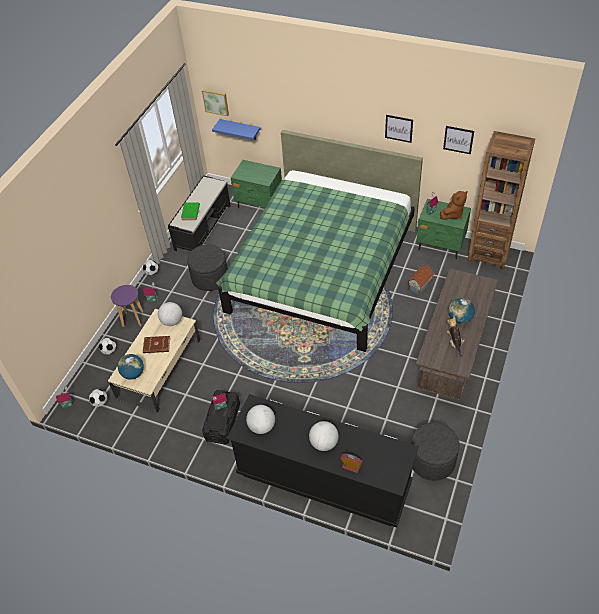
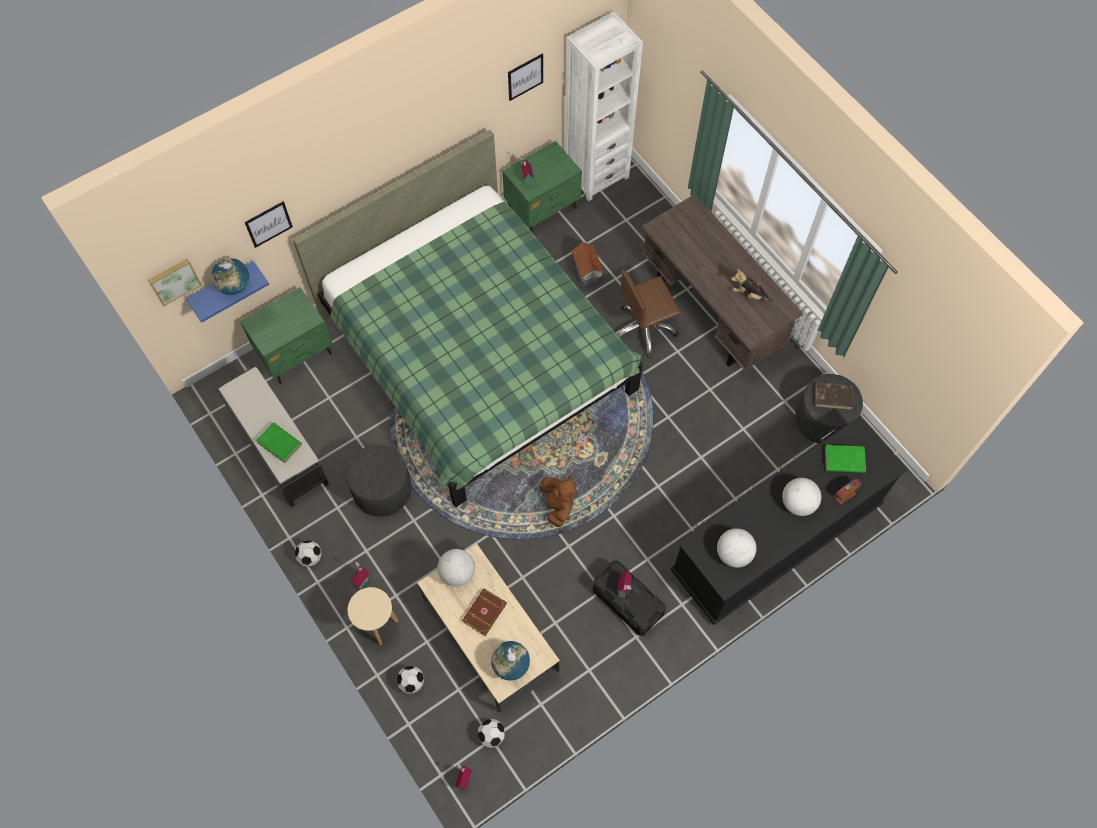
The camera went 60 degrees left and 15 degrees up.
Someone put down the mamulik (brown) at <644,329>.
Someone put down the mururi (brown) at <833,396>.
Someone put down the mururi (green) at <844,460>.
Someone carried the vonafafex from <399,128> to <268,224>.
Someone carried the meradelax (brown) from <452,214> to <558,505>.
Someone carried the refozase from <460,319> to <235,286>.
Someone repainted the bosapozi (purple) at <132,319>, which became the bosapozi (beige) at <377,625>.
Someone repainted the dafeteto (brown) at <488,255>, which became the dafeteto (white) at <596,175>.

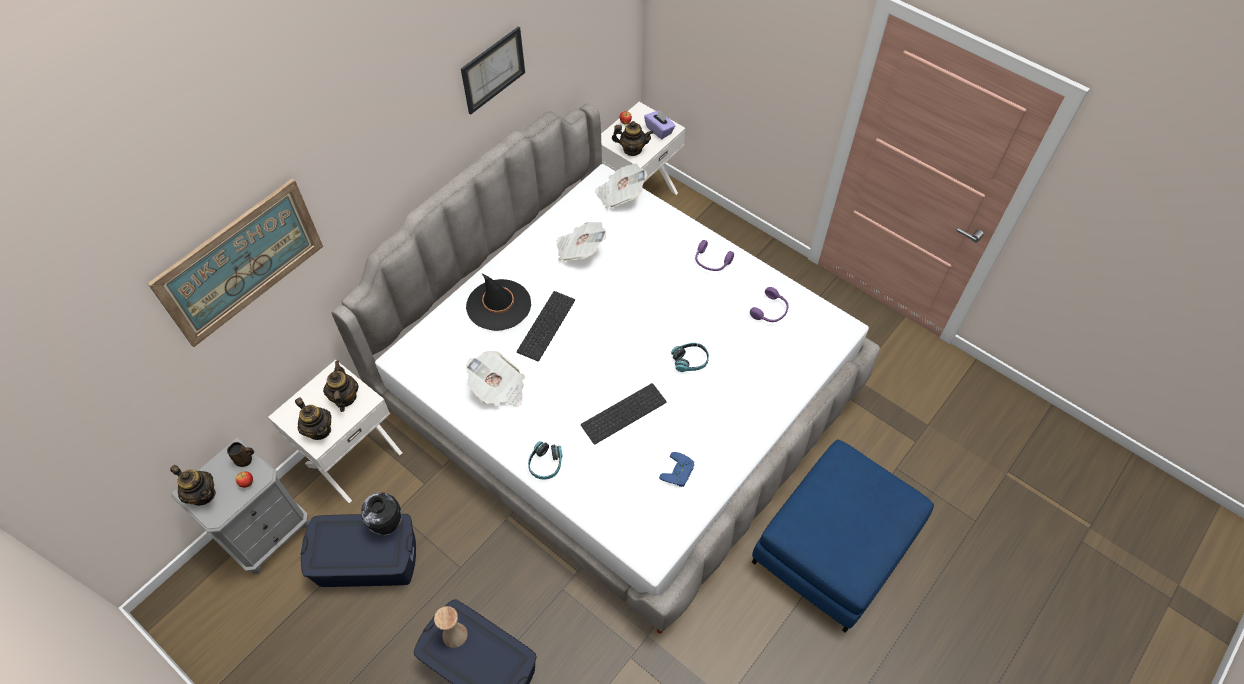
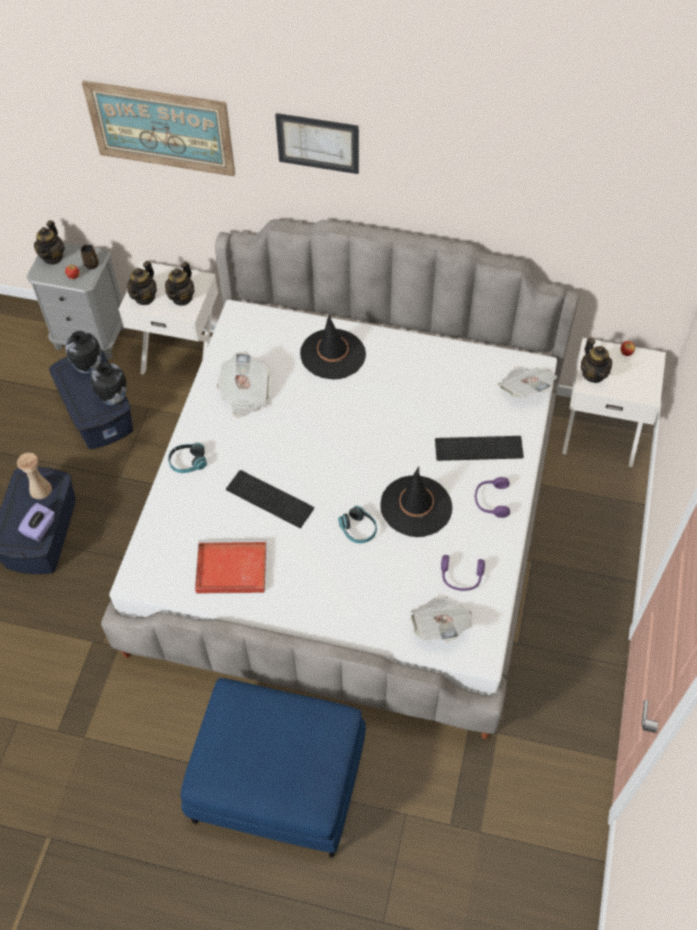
The camera went 65 degrees right and 0 degrees up.
Someone put down the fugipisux at <88,368>.
Someone put down the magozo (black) at <416,506>.
Someone carried the vonafafex from <493,70> to <318,143>.
Someone carried the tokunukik from <545,324> to <479,447>.
Someone carried the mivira from <580,250> to <440,625>.
Someone carried the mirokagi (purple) from <659,130> to <40,528>.
Someone swapped the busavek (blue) at <679,472> for the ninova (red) at <230,569>.
Someone rotated the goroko at <345,397> by 150 degrees clockwise.

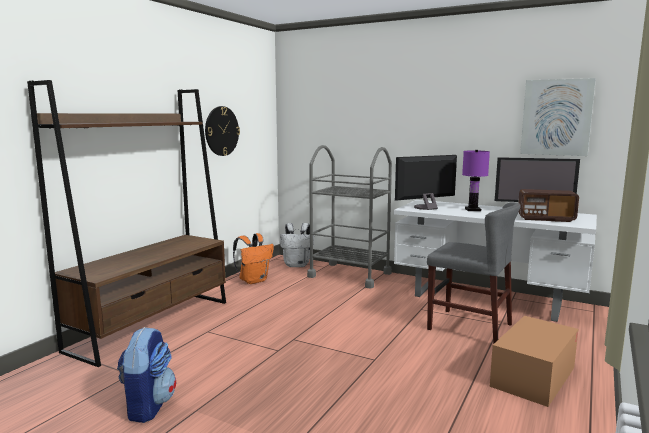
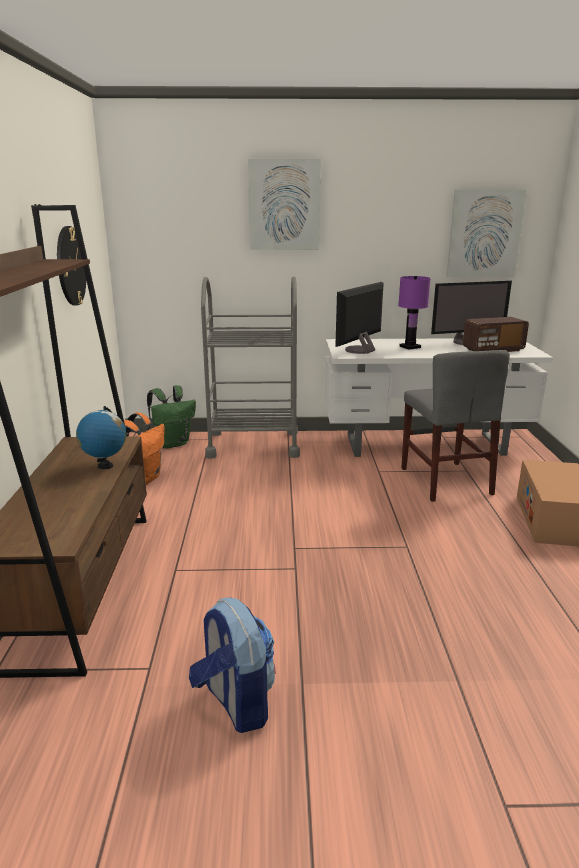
The camera went 30 degrees left and 10 degrees up.
Someone put down the refozase at <105,466>.
Someone put up the vonafafex at <284,205>.
Someone repainted the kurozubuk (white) at <297,265>, which became the kurozubuk (green) at <172,443>.
Someone rotated the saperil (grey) at <469,327> by 75 degrees clockwise.

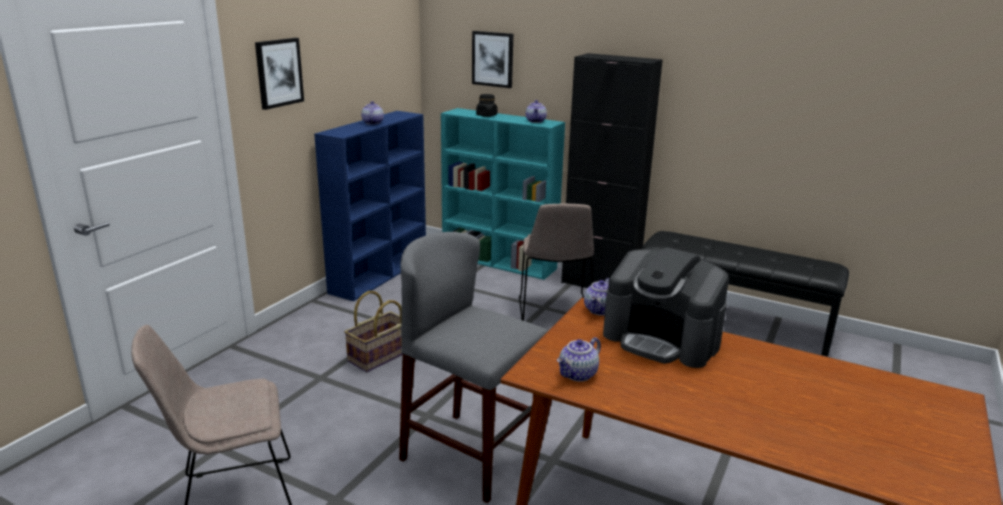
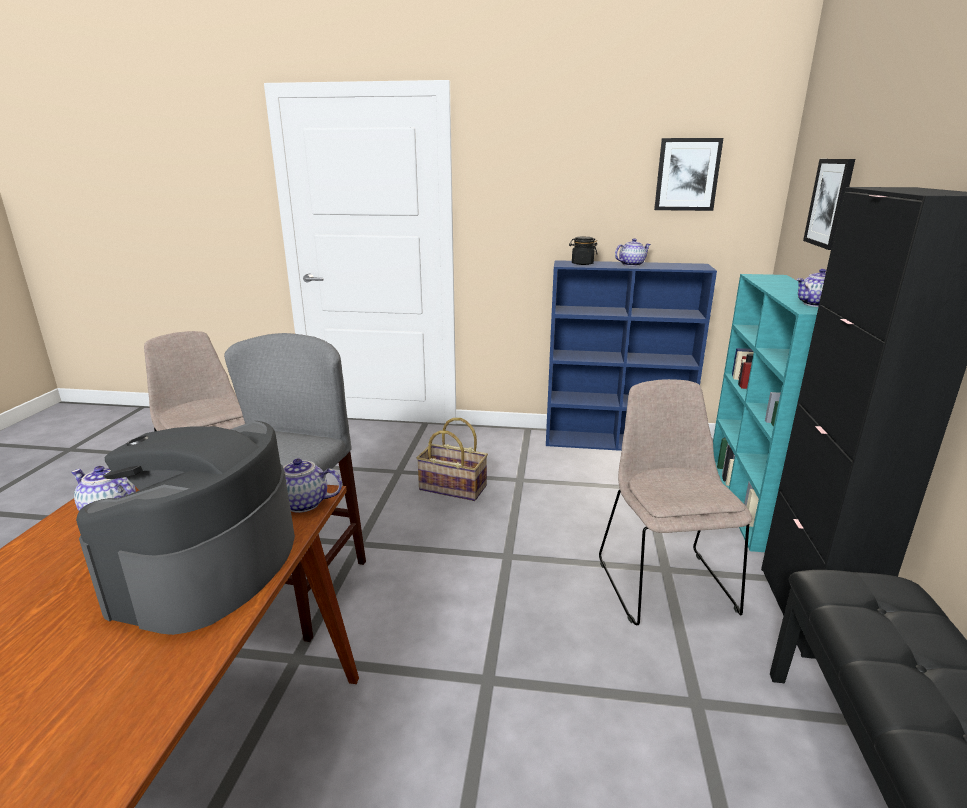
The camera went 70 degrees right and 0 degrees up.
Someone carried the vonafafex from <279,73> to <687,174>.
Someone carried the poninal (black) from <486,115> to <582,263>.
Someone rotated the saperil (beige) at <554,311> by 105 degrees clockwise.

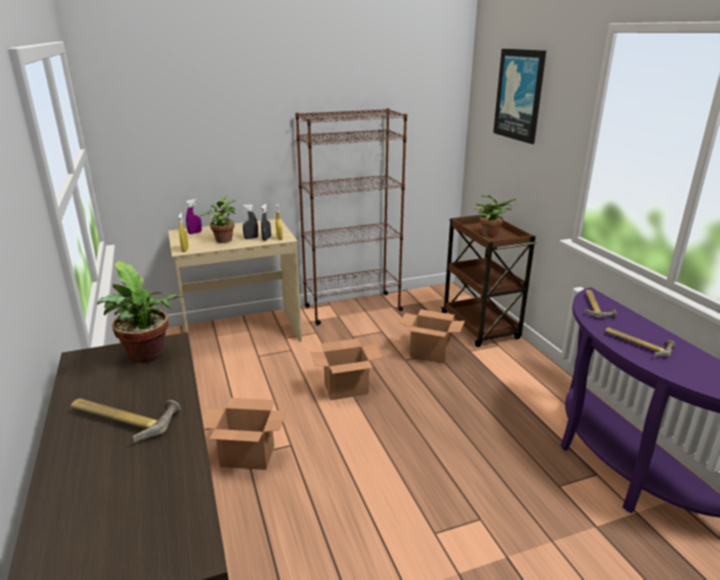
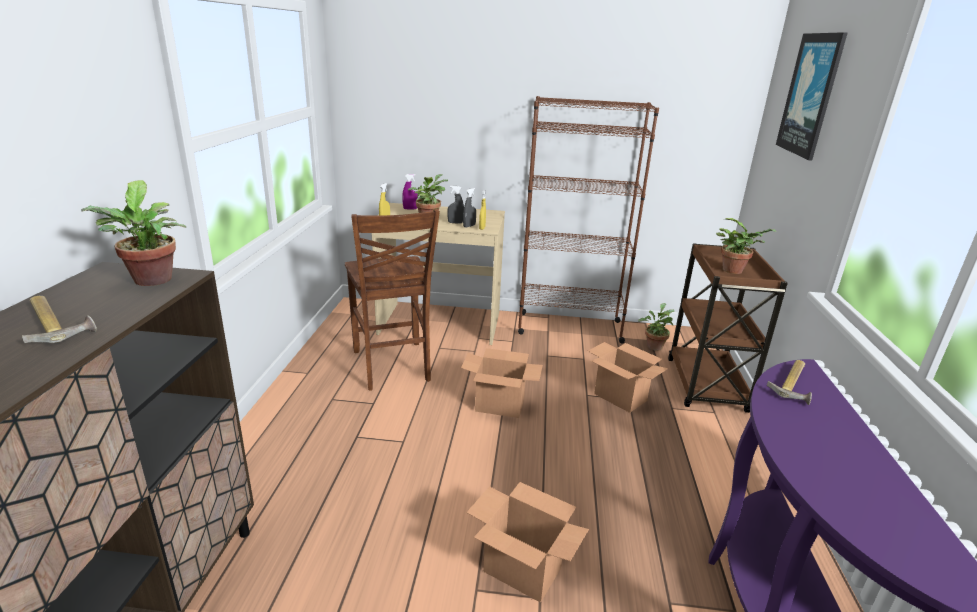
The camera went 25 degrees right and 0 degrees up.
Someone took away the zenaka at <637,344>.
Someone put down the saperil (brown) at <392,366>.
Someone put down the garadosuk at <654,345>.
Someone carried the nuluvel from <247,456> to <521,570>.

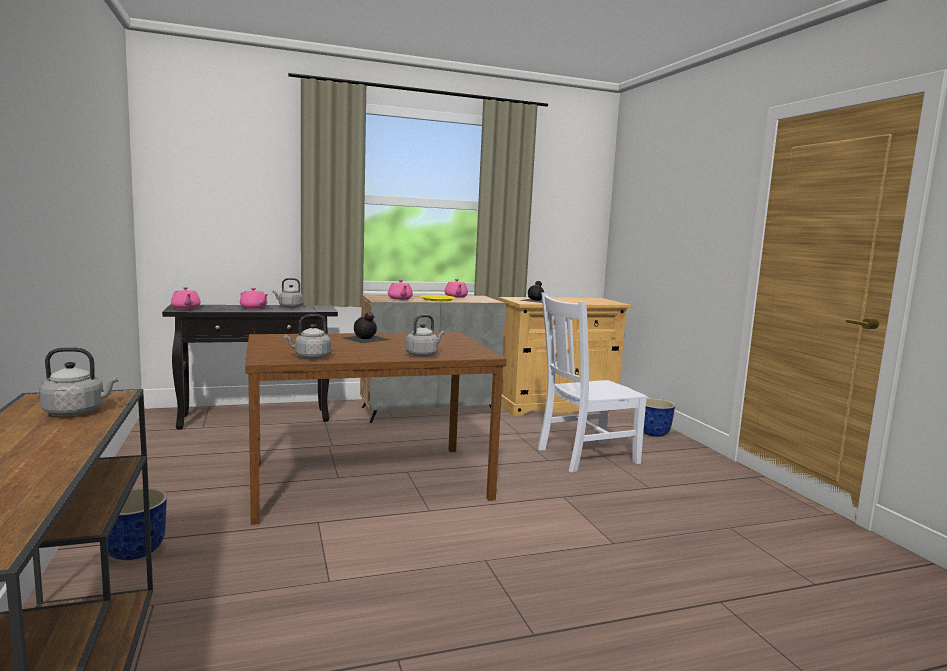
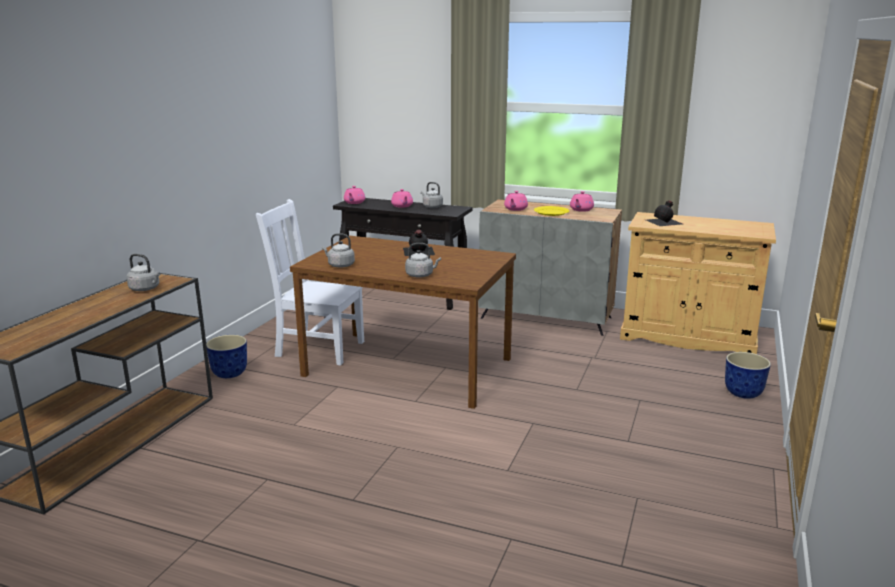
The camera went 40 degrees right and 10 degrees up.
Someone carried the saperil (white) from <584,456> to <317,348>.

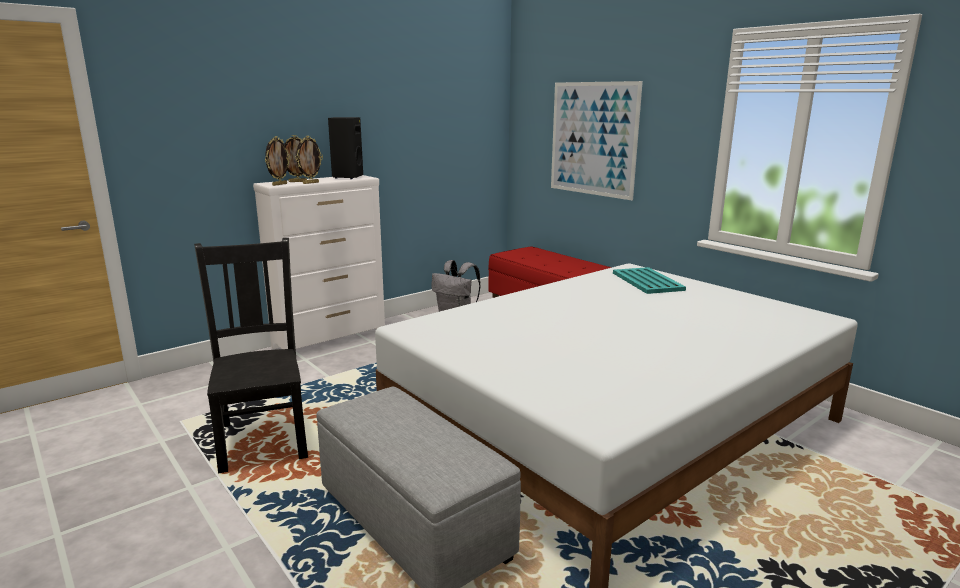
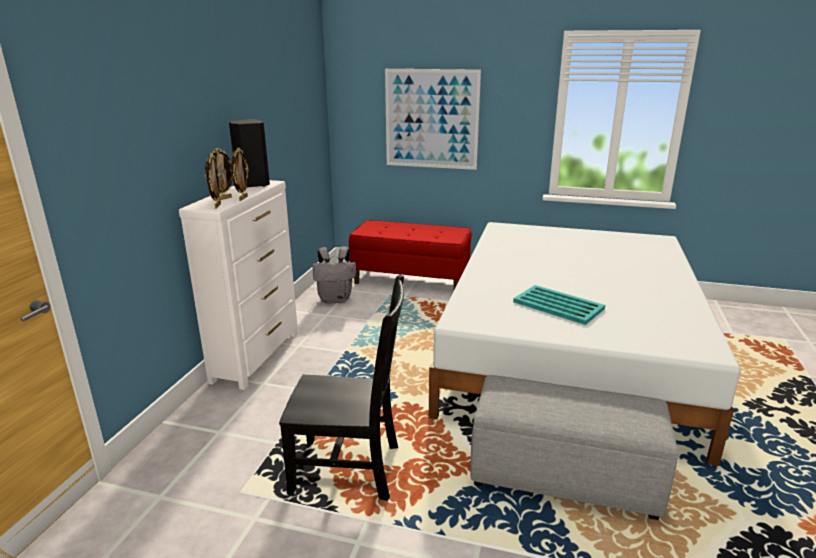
The camera went 35 degrees left and 5 degrees up.
Someone carried the ninova (turquoise) from <647,281> to <557,305>.
Someone rotated the saperil (black) at <264,438> by 150 degrees clockwise.

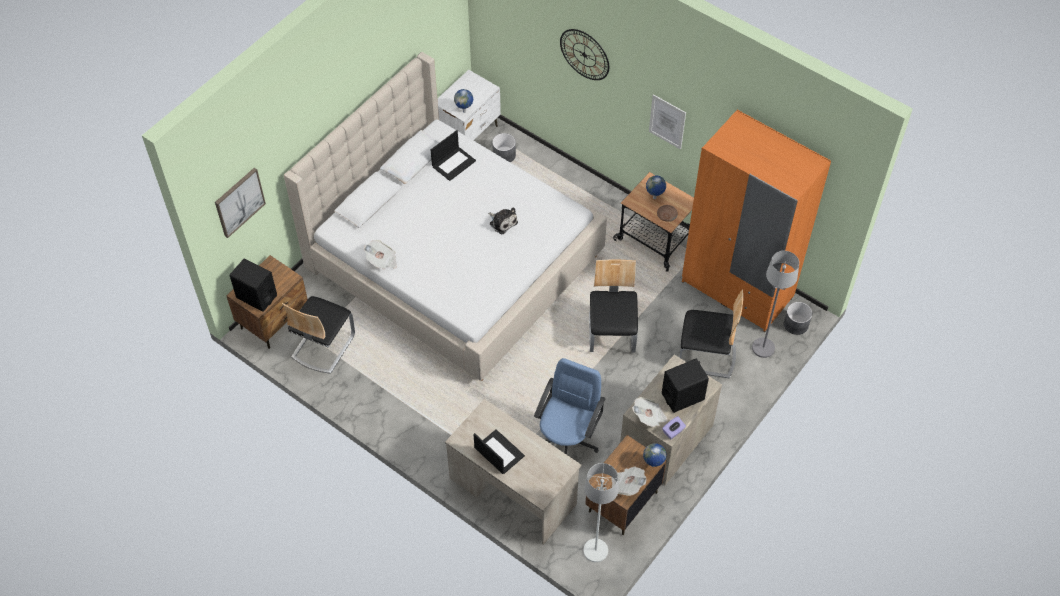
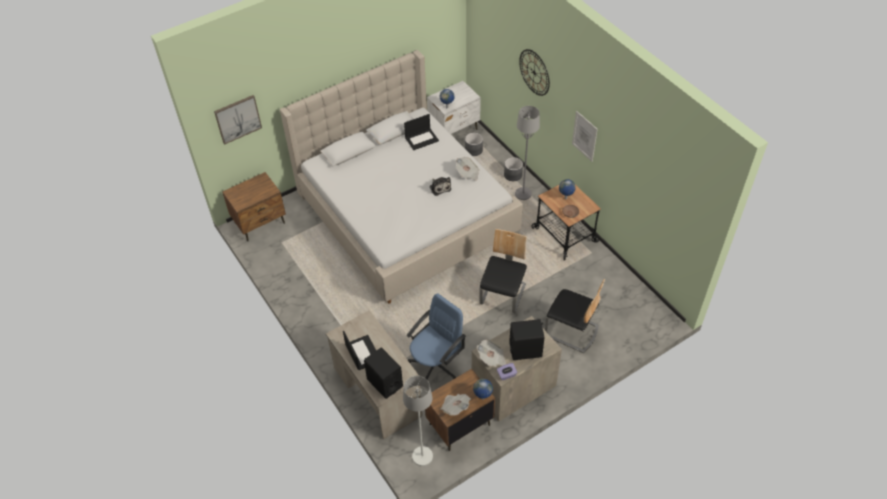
The camera went 20 degrees right and 5 degrees down.
Someone took away the saperil at <322,346>.
Someone took away the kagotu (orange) at <737,289>.
Someone carried the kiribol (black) from <256,296> to <384,383>.
Someone carried the mivira from <382,260> to <467,173>.
Someone carried the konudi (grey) from <763,348> to <523,194>.
Someone carried the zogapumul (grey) from <796,324> to <513,175>.

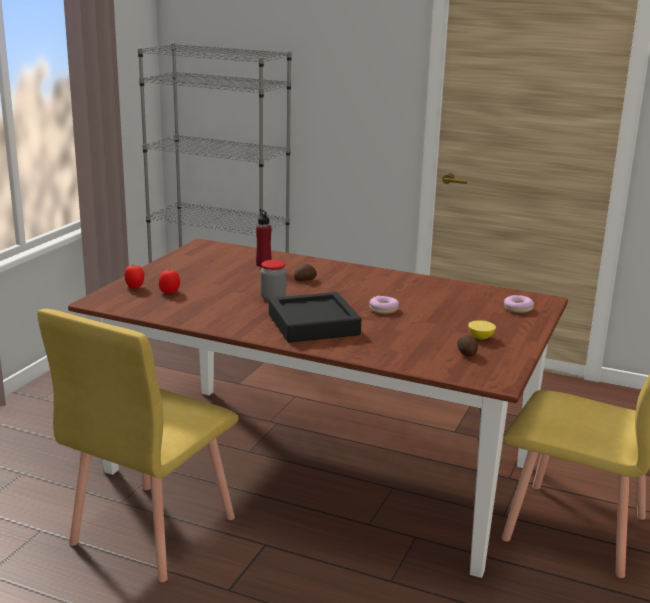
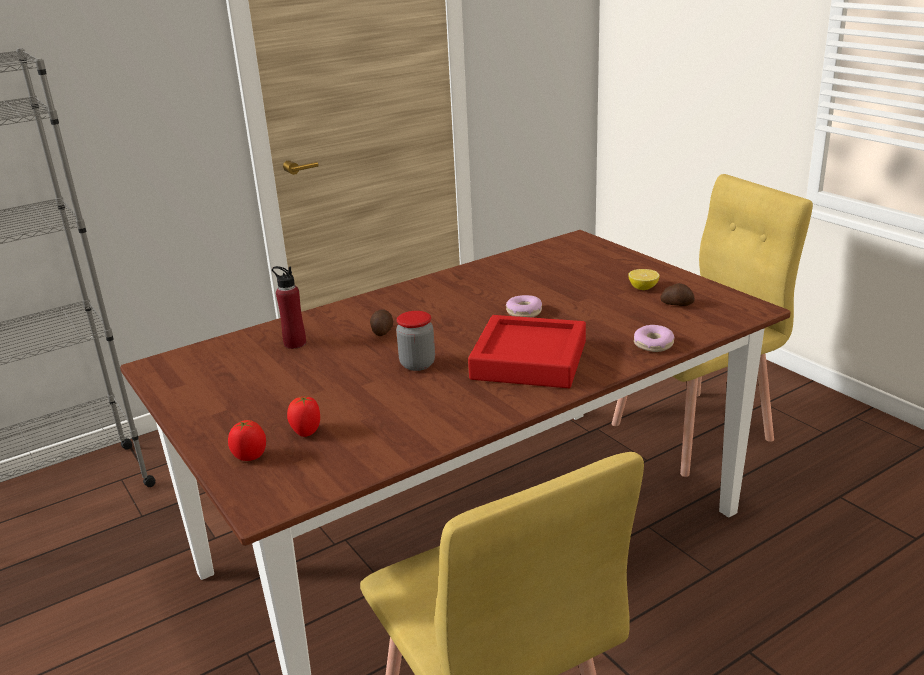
The camera went 55 degrees left and 5 degrees up.
Someone carried the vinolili from <518,308> to <653,345>.
Someone repainted the ninova (black) at <313,324>, which became the ninova (red) at <529,360>.

